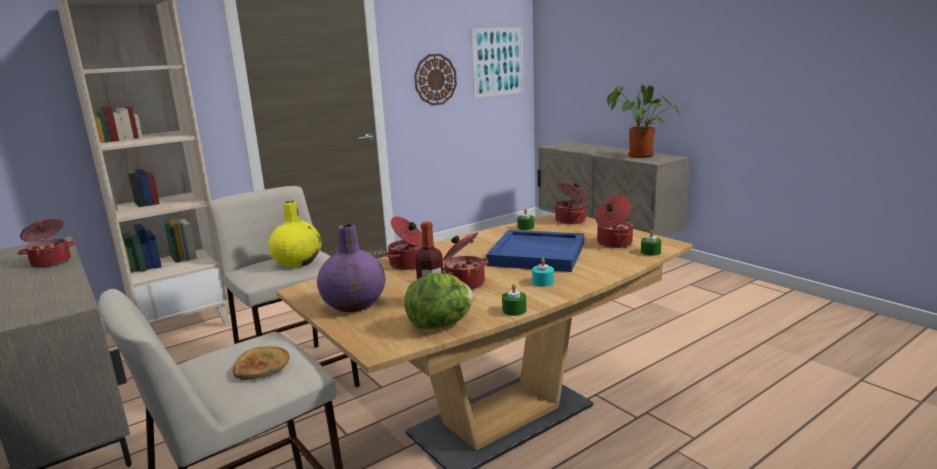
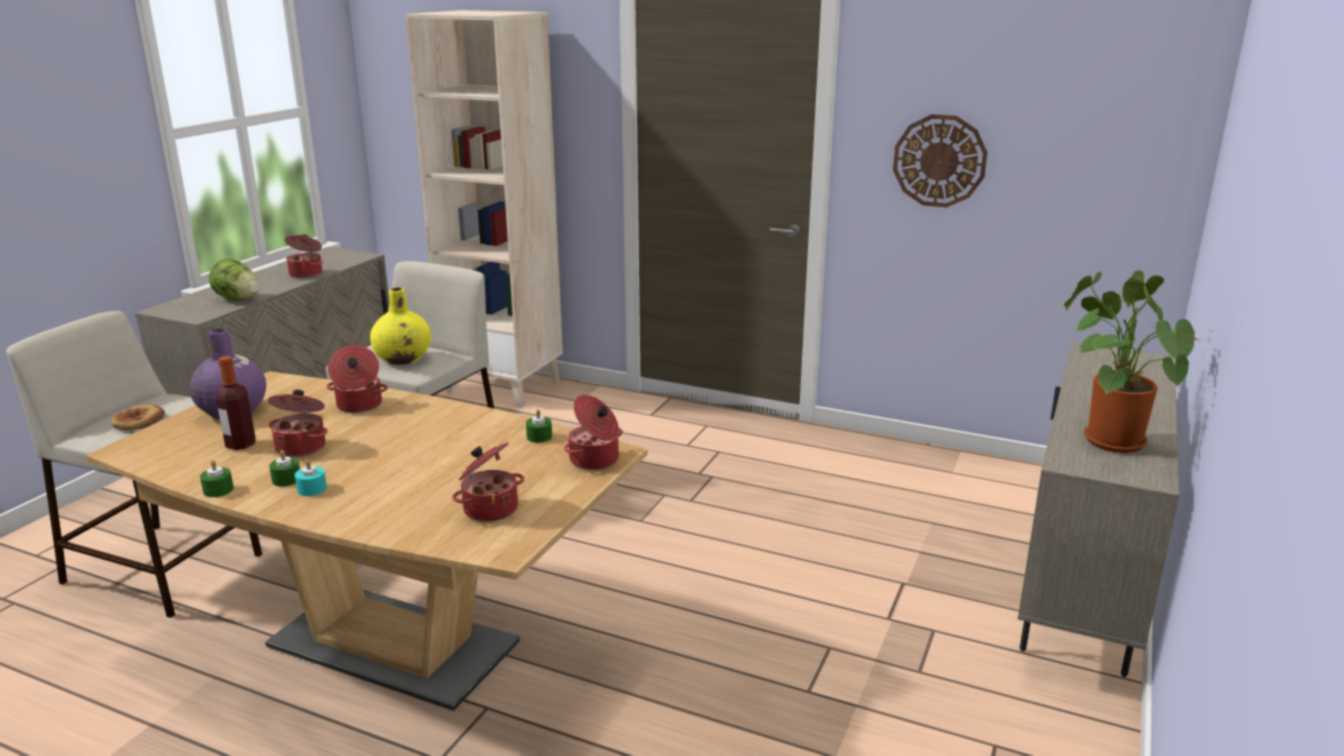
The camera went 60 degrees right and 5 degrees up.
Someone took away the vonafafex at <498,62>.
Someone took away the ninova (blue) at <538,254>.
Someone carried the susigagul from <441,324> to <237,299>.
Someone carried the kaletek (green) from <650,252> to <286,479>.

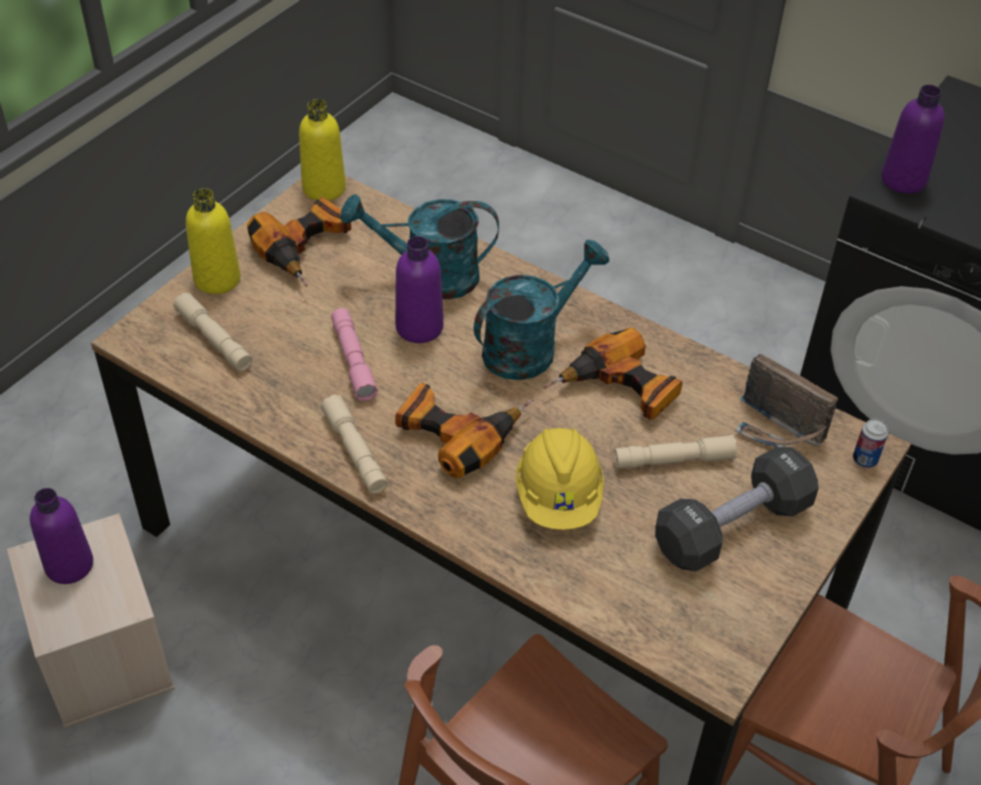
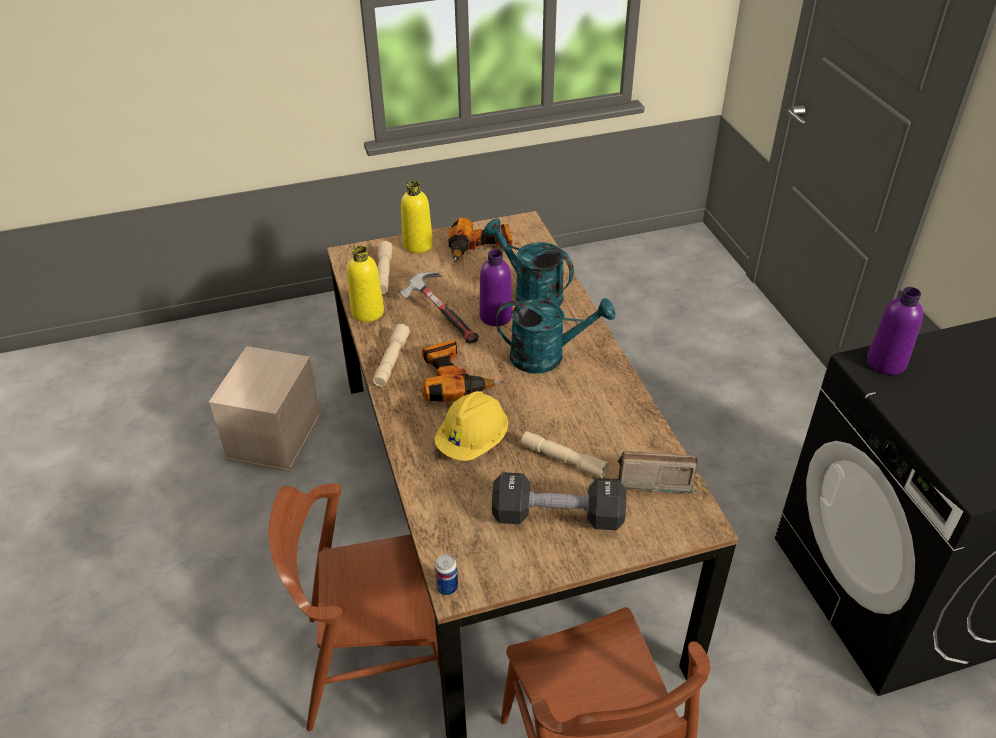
The camera went 40 degrees right and 5 degrees down.
Someone took away the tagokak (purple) at <69,565>.
Someone took away the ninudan at <619,391>.
Someone carried the tagokak (yellow) from <324,188> to <367,312>.
Someone carried the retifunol from <864,460> to <447,587>.
Someone swapped the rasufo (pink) at <353,361> for the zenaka at <441,316>.
Someone rotated the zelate at <777,429> by 105 degrees clockwise.

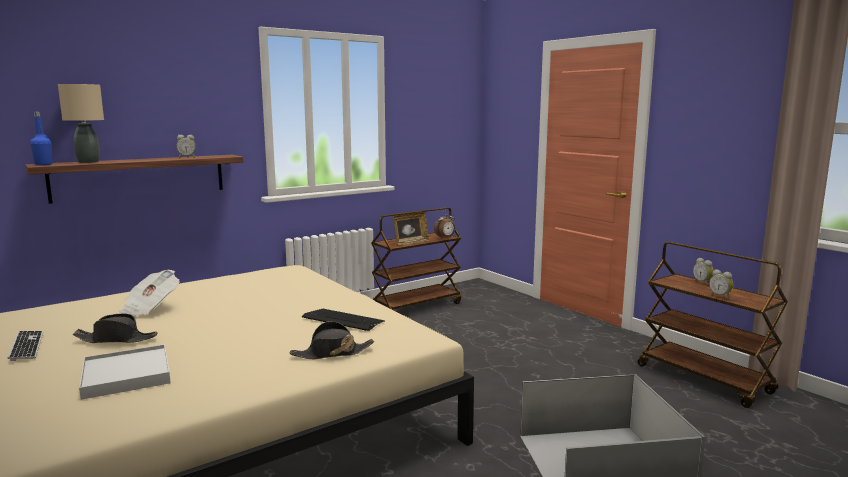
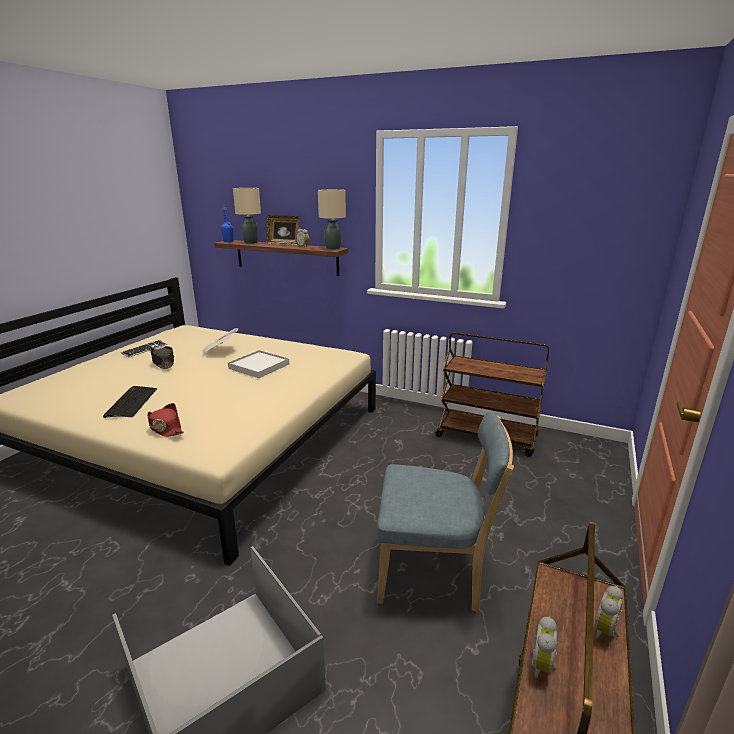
The camera went 60 degrees right and 10 degrees up.
Someone took away the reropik at <445,237>.
Someone put down the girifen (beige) at <333,248>.
Someone put down the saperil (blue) at <434,573>.
Someone carried the ninova (white) from <127,375> to <259,366>.
Someone carried the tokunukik from <343,320> to <131,402>.
Someone carried the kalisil from <410,242> to <284,244>.
Someone repainted the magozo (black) at <332,353>, which became the magozo (red) at <165,427>.

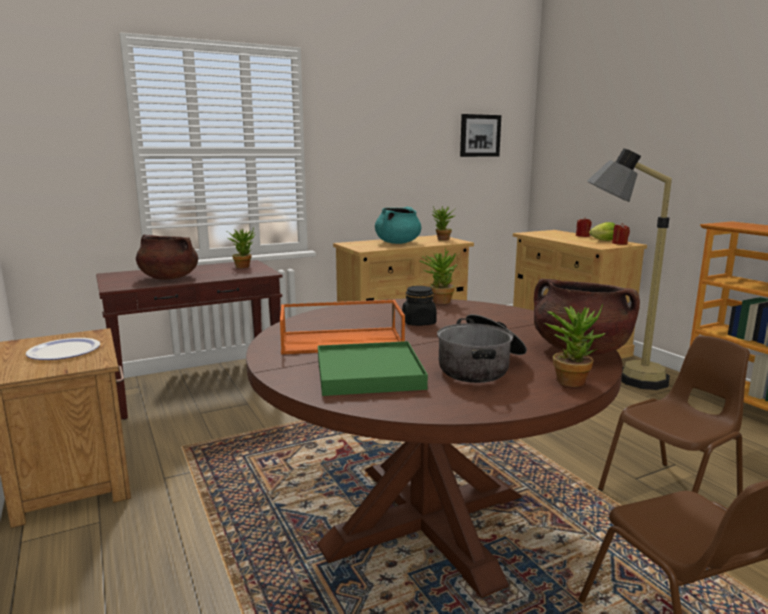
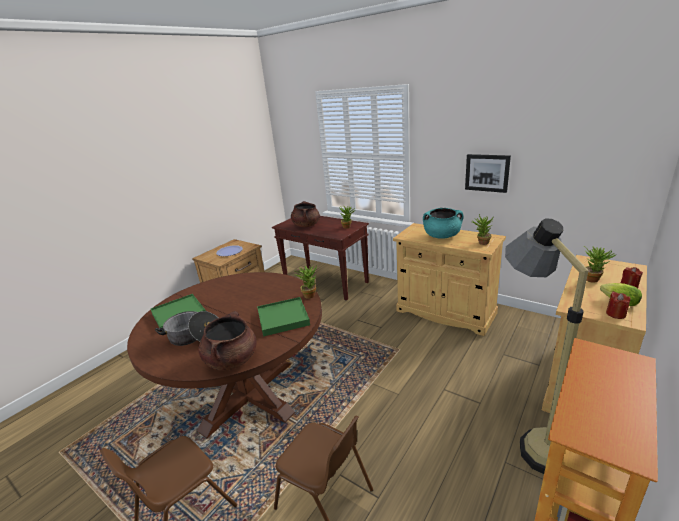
The camera went 65 degrees right and 10 degrees up.
Someone took away the ninova (orange) at <342,340>.
Someone took away the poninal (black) at <419,323>.
Someone put down the ninova (green) at <283,318>.
Someone carried the vonafafex from <479,135> to <487,172>.
Someone carried the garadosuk from <570,379> to <593,279>.

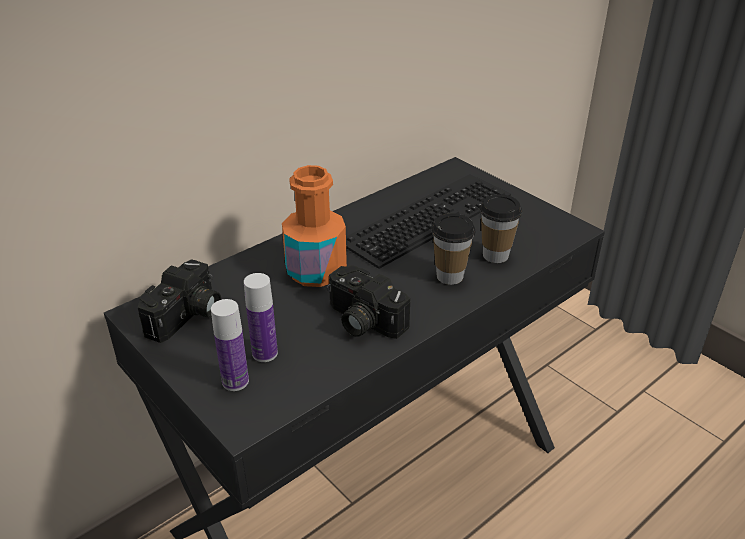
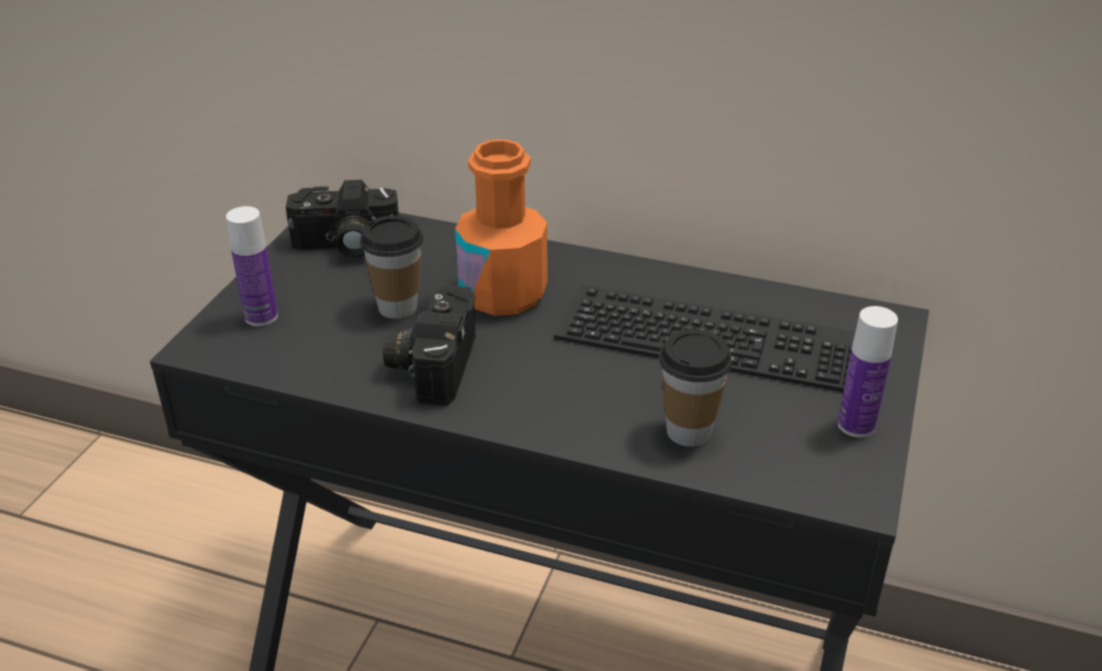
The camera went 60 degrees right and 0 degrees up.
Someone carried the tagokak from <265,353> to <856,425>.
Someone carried the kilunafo from <449,276> to <398,307>.

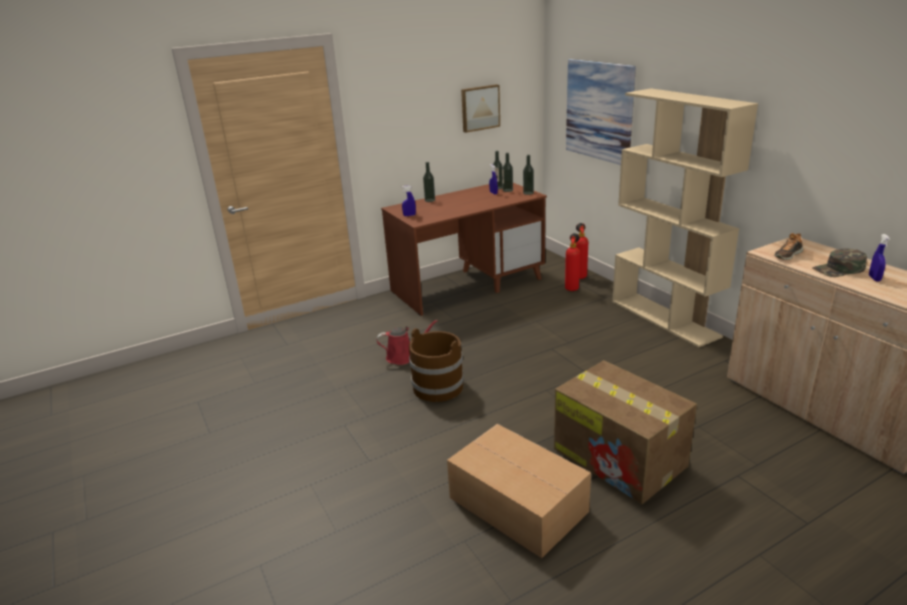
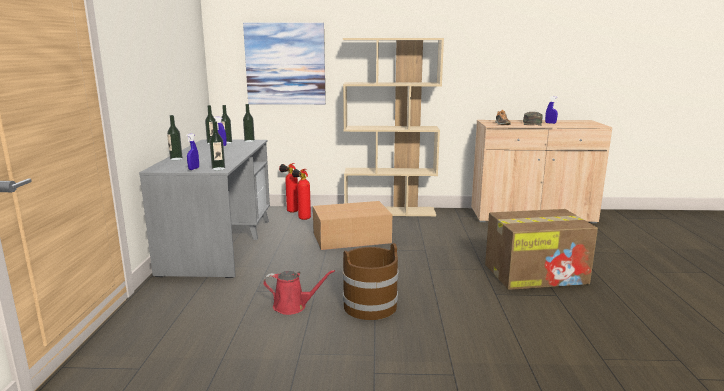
The camera went 60 degrees left and 10 degrees down.
Someone took away the vonafafex at <479,108>.
Someone put down the tagokak at <218,168>.
Someone carried the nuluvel from <518,506> to <352,238>.
Someone repainted the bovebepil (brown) at <468,284>, which became the bovebepil (grey) at <219,244>.
Someone rotated the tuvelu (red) at <403,356> by 75 degrees clockwise.

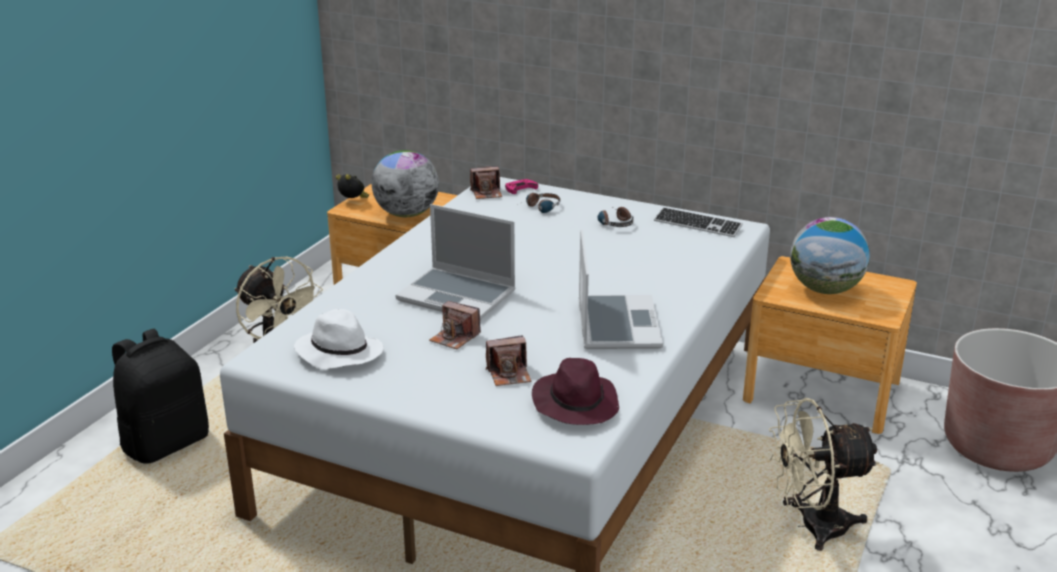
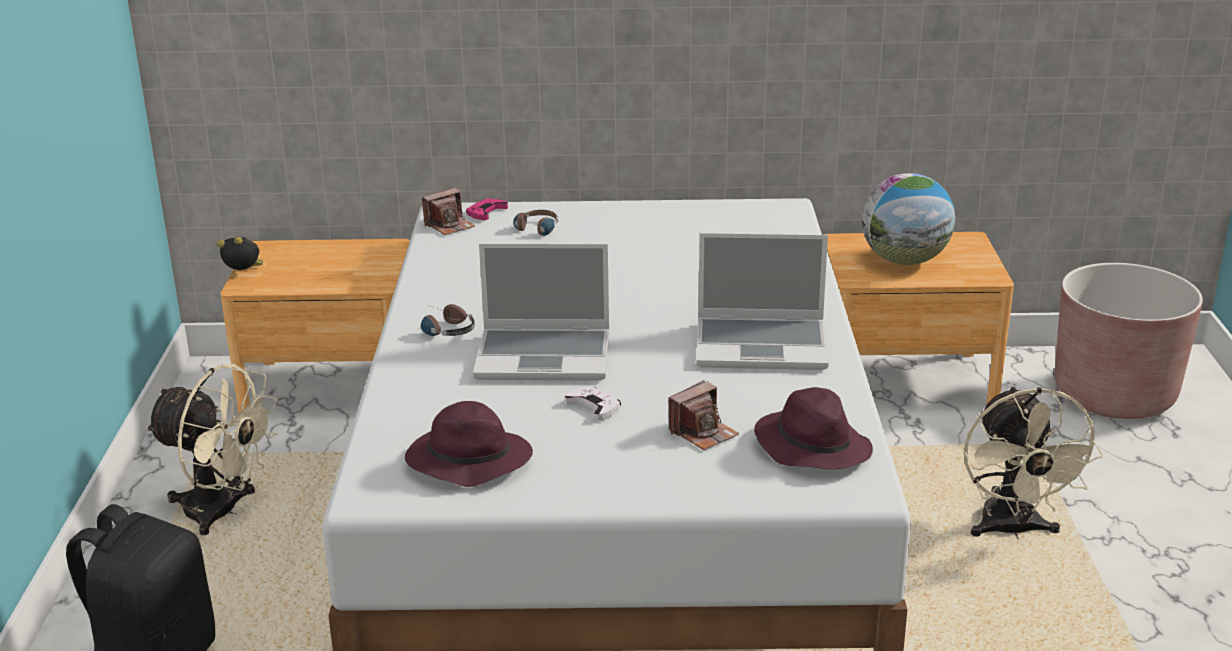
The camera went 25 degrees left and 0 degrees up.
Someone took away the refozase at <406,214>.
Someone took away the tokunukik at <697,224>.
Someone carried the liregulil from <613,222> to <443,329>.
Someone swapped the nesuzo at <454,338> for the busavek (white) at <594,407>.
Someone repainted the magozo (white) at <338,352>, which became the magozo (purple) at <467,461>.
Someone rotated the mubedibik at <616,324> by 120 degrees clockwise.
Someone rotated the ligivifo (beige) at <811,527> by 60 degrees counterclockwise.

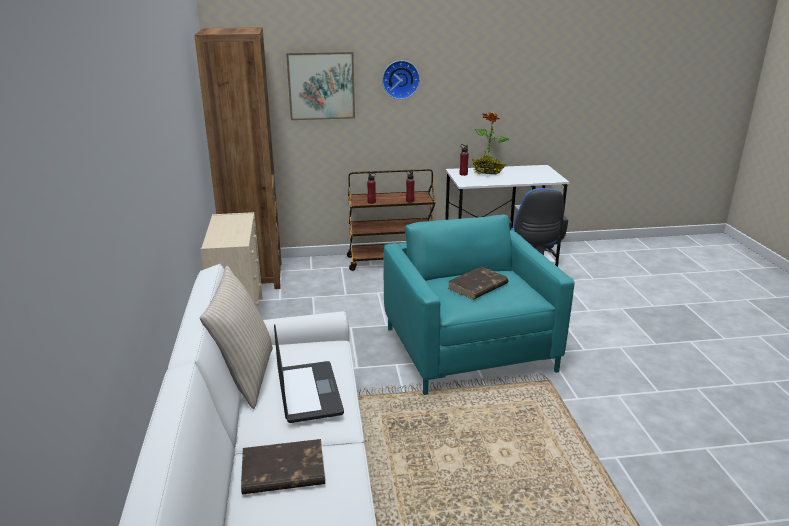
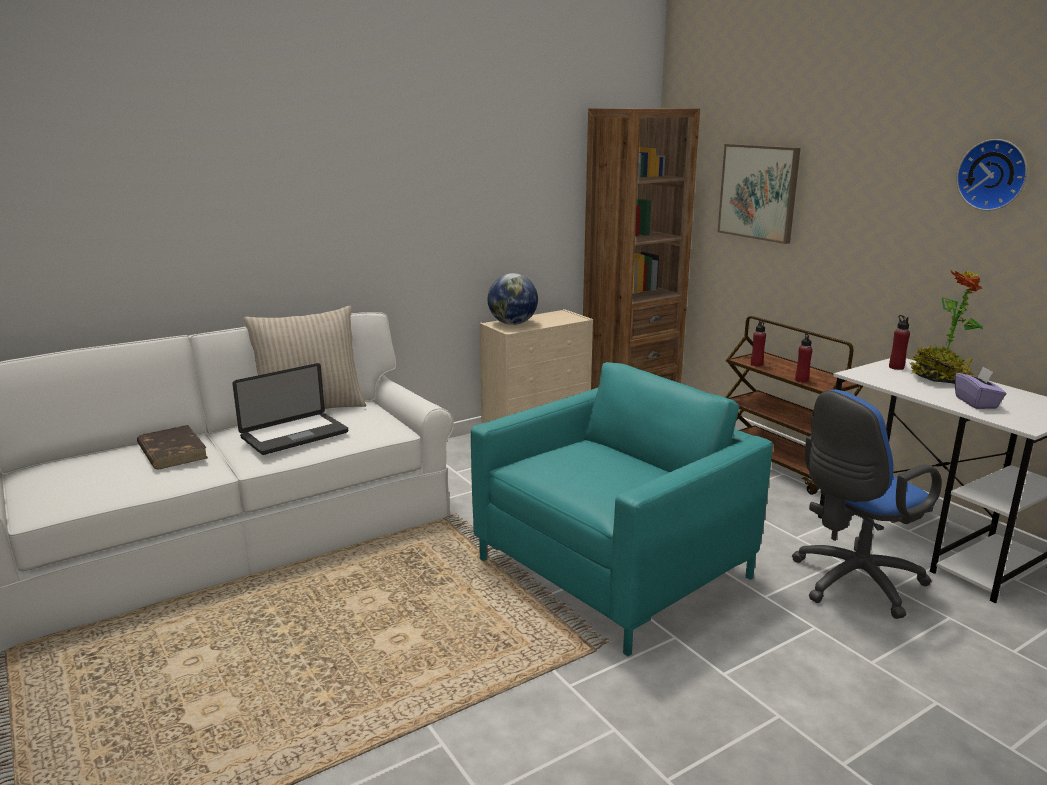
The camera went 65 degrees right and 5 degrees down.
Someone took away the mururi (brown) at <477,286>.
Someone put down the refozase at <512,324>.
Someone put down the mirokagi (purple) at <976,403>.
Someone carried the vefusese from <400,79> to <994,174>.

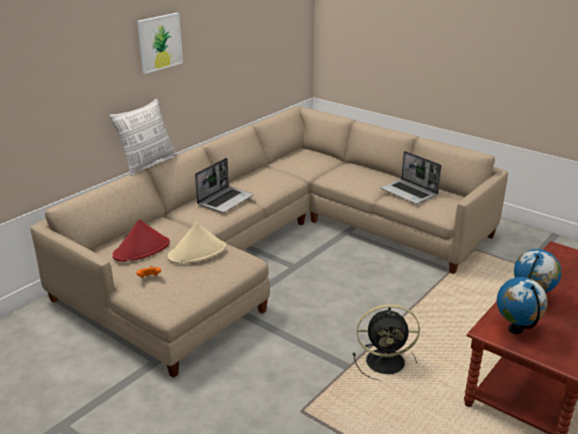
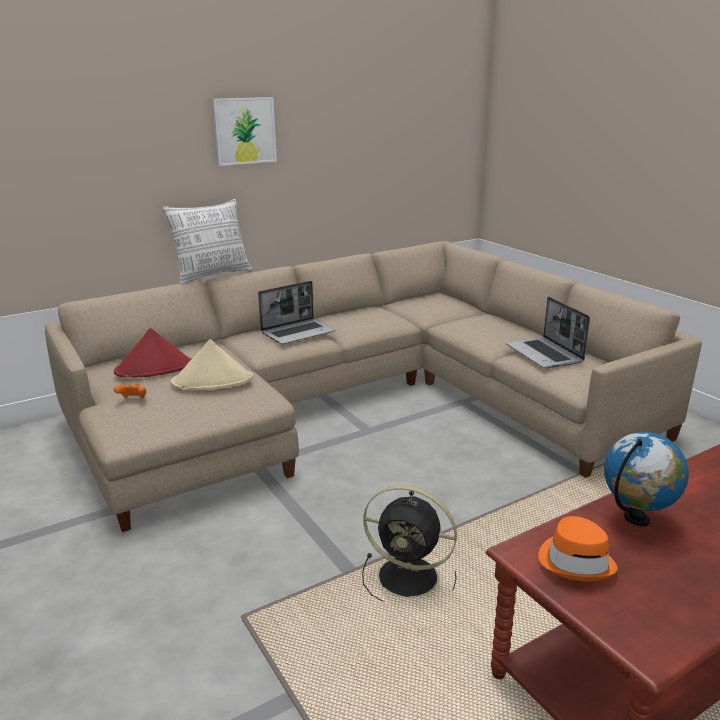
The camera went 20 degrees right and 5 degrees down.
Someone swapped the refozase at <516,329> for the magozo (orange) at <576,561>.

